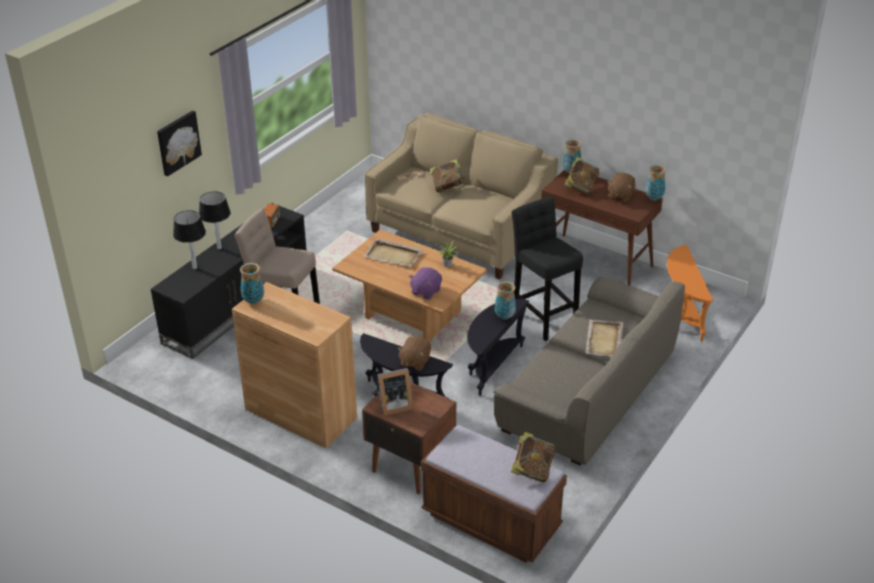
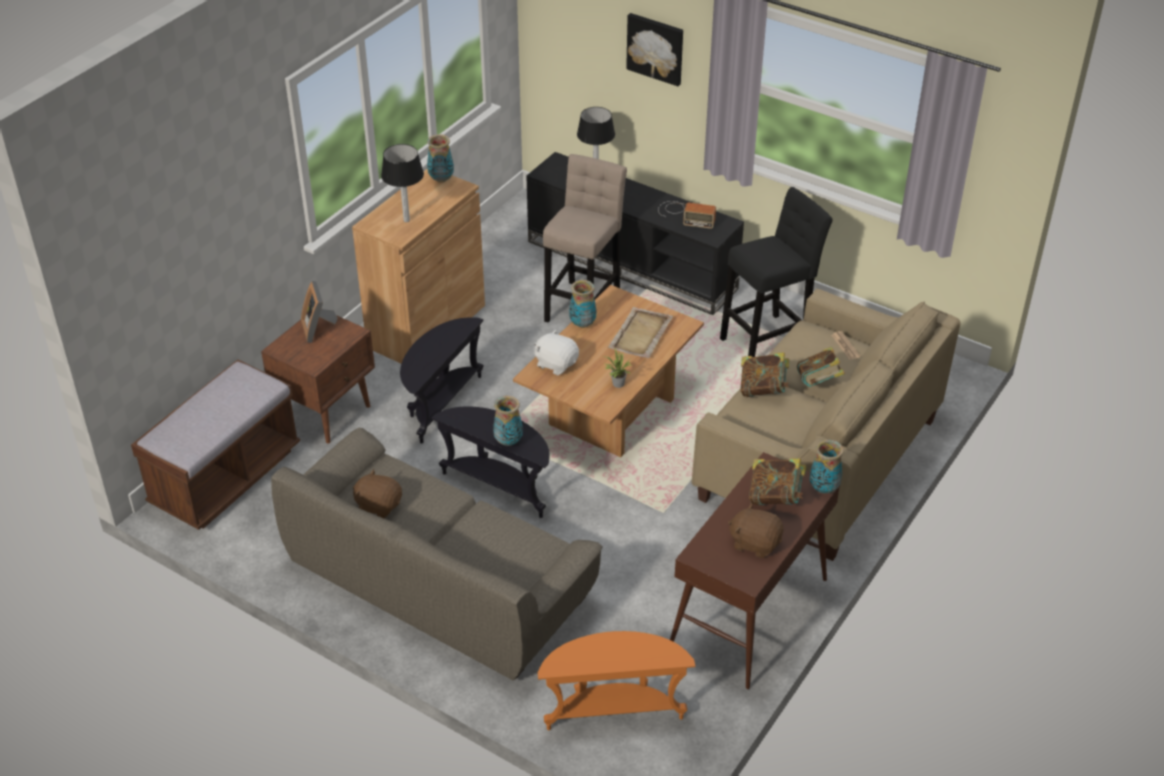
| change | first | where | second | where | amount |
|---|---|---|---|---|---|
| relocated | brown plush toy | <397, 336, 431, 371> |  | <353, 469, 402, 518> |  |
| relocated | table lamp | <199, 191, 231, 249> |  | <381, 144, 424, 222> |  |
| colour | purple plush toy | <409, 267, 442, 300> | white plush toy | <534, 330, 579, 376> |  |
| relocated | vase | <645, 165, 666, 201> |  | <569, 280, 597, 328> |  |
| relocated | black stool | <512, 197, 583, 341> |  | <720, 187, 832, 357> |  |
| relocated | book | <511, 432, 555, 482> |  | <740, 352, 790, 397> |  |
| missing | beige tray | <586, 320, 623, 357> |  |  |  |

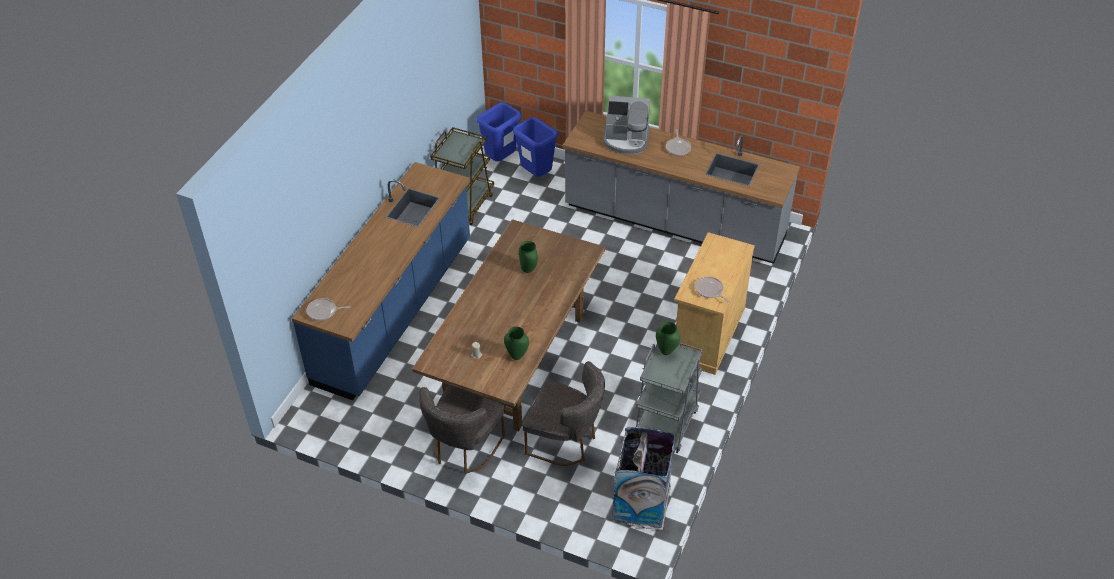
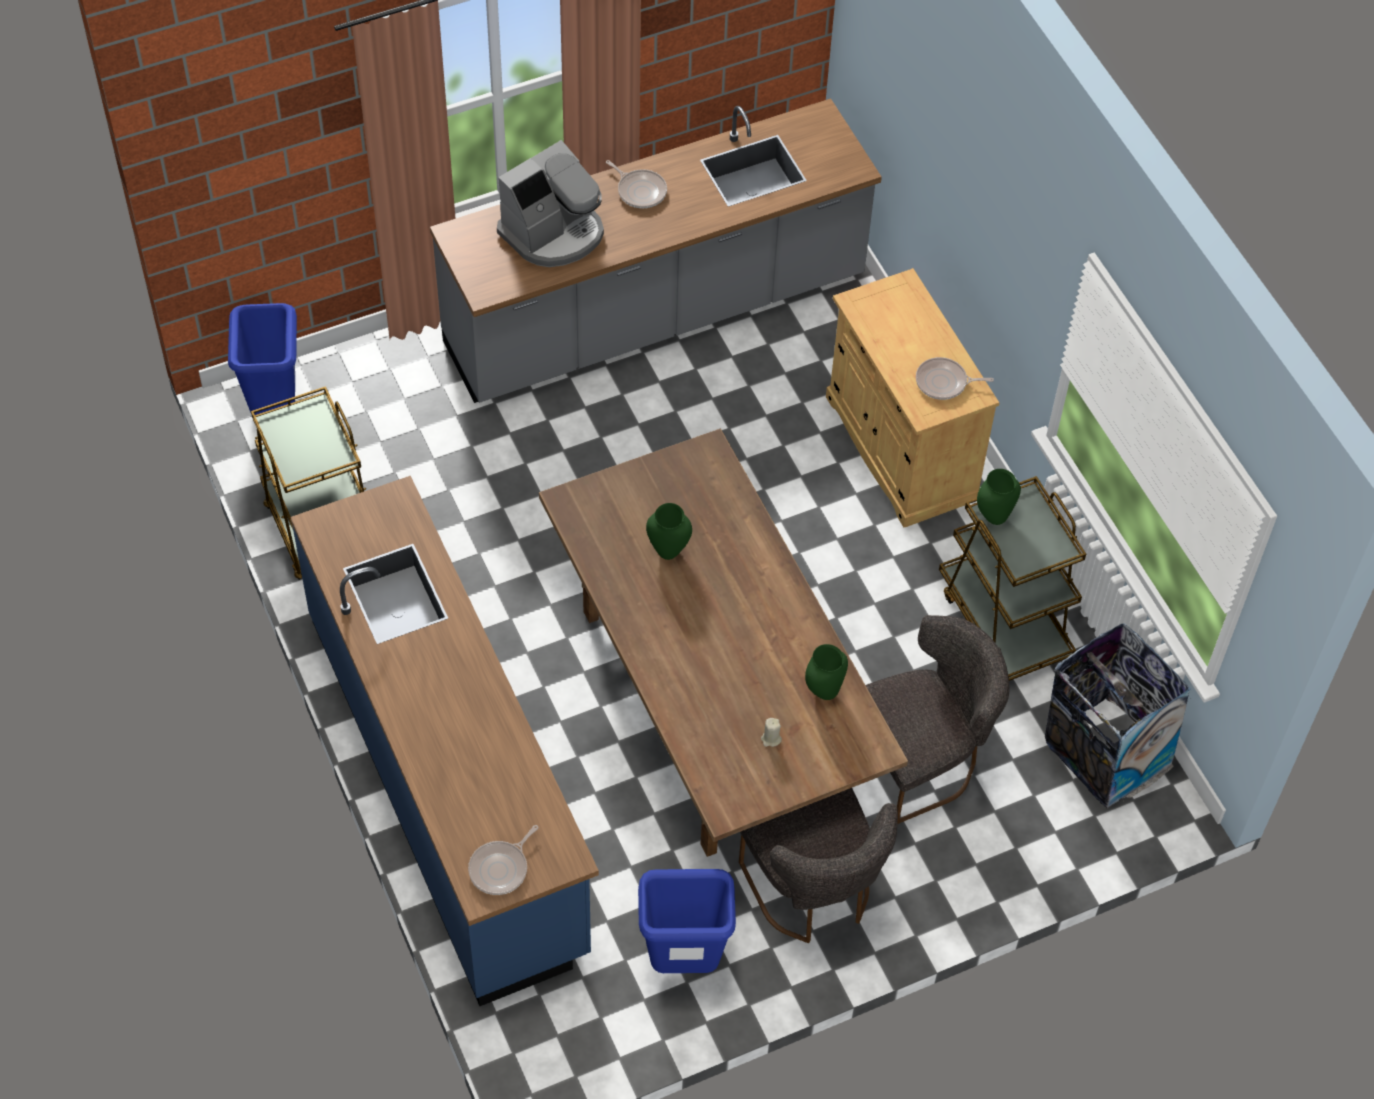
| change | first | where | second | where | amount |
|---|---|---|---|---|---|
| relocated | blue trash can | <513, 117, 558, 177> |  | <638, 869, 736, 973> |  |
| colour | grey cart | <636, 343, 703, 455> | brown cart | <939, 476, 1086, 681> |  |

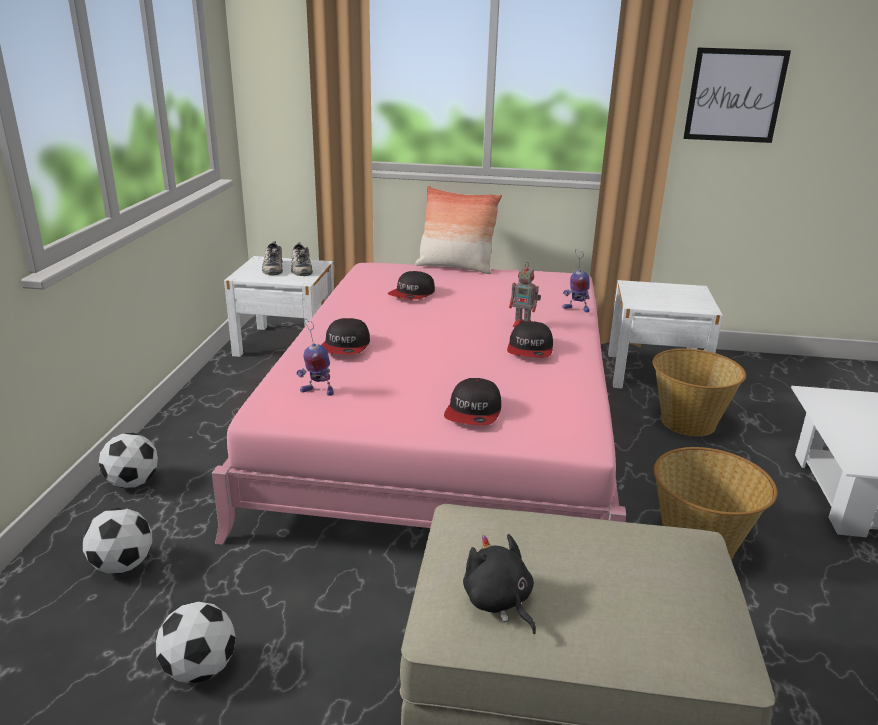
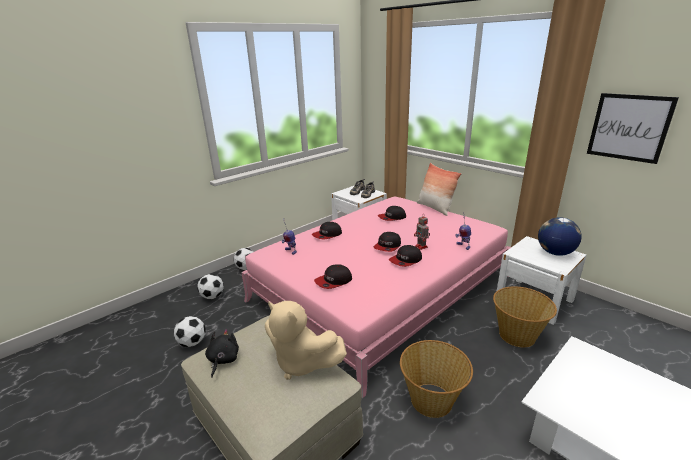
| change | first | where | second | where | amount |
|---|---|---|---|---|---|
| appeared |  |  | beige plush toy | <265, 301, 347, 380> |  |
| appeared |  |  | cap | <374, 232, 401, 252> |  |
| appeared |  |  | globe | <538, 217, 582, 256> |  |

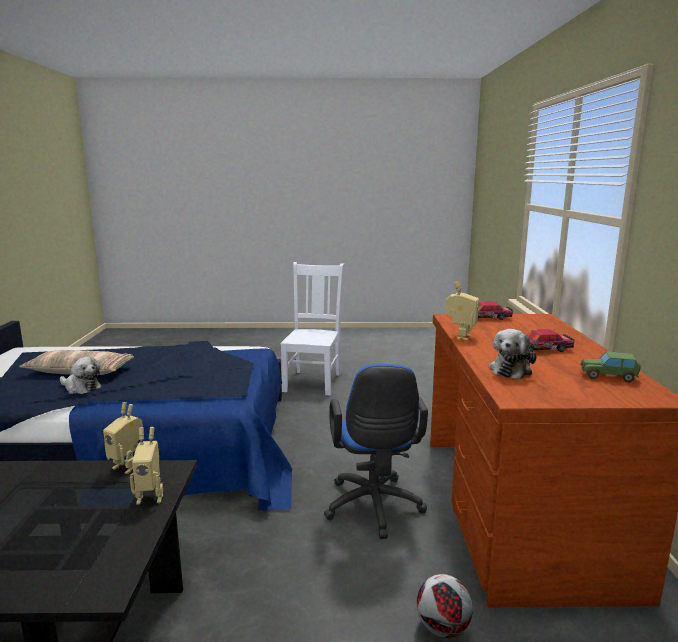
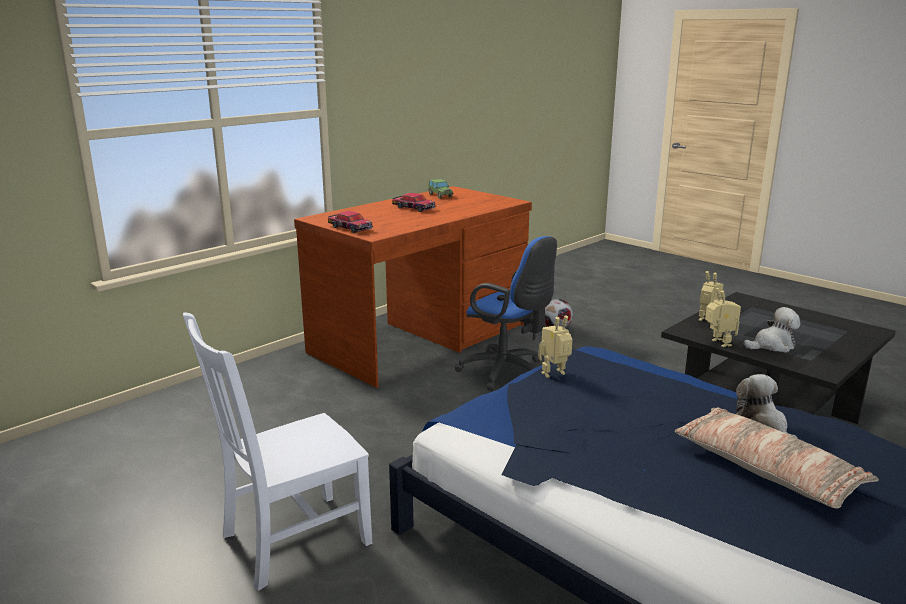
| change | first | where | second | where | amount |
|---|---|---|---|---|---|
| spun | blue office chair | <324, 363, 428, 539> |  | <455, 236, 557, 391> | 90 degrees clockwise |
| relocated | toy robot | <445, 280, 479, 340> |  | <539, 315, 572, 378> |  |
| relocated | plush toy | <489, 329, 537, 380> |  | <744, 307, 800, 353> |  |

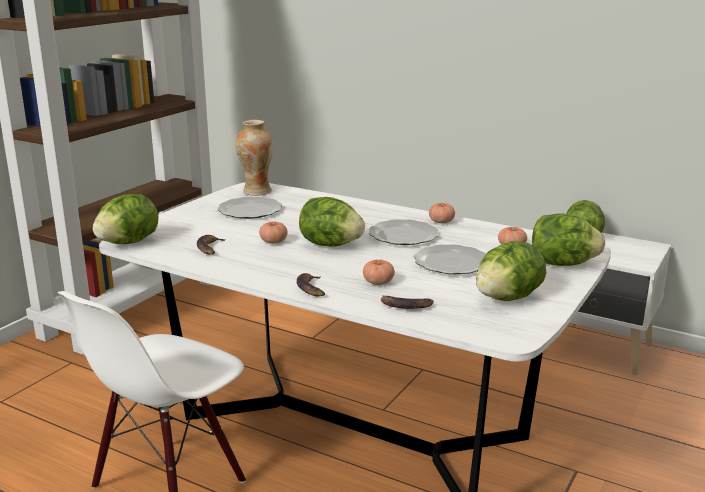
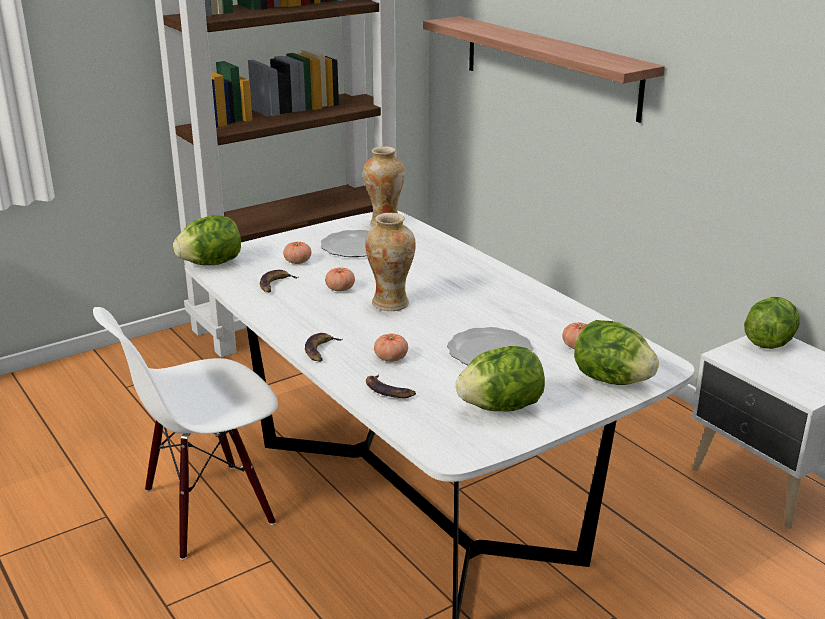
| change | first | where | second | where | amount |
|---|---|---|---|---|---|
| relocated | tomato | <429, 203, 455, 223> |  | <283, 242, 312, 264> |  |
| exchanged | lettuce | <299, 197, 365, 246> | vase | <365, 213, 416, 311> |  |
| appeared |  |  | shelf | <423, 16, 665, 123> |  |
| missing | plate | <369, 219, 439, 245> |  |  |  |

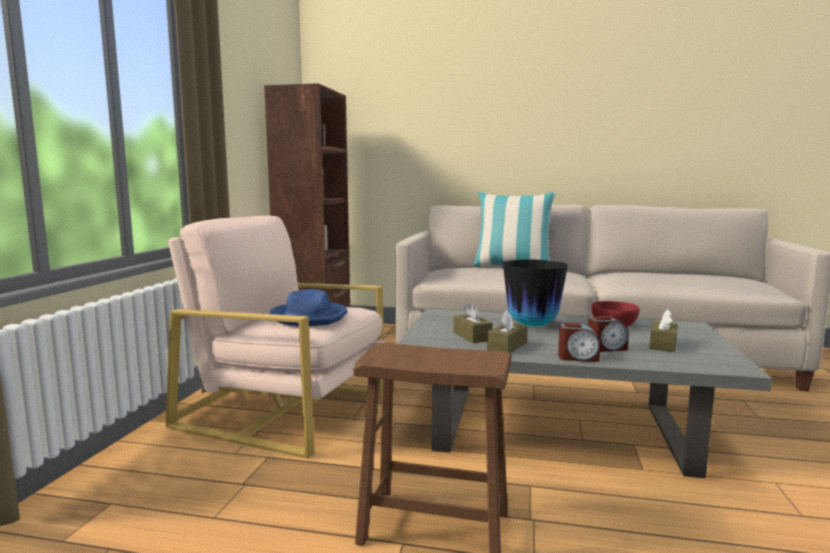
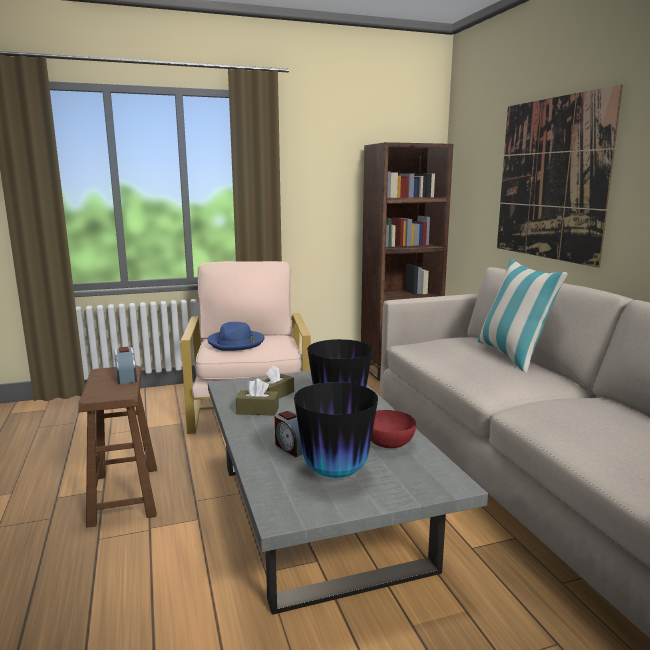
| change | first | where | second | where | amount |
|---|---|---|---|---|---|
| relocated | alarm clock | <558, 323, 600, 362> |  | <114, 347, 137, 384> |  |
| exchanged | brown tissue box | <649, 309, 677, 352> | vase | <294, 382, 378, 478> |  |
| appeared |  |  | picture | <497, 84, 623, 268> |  |

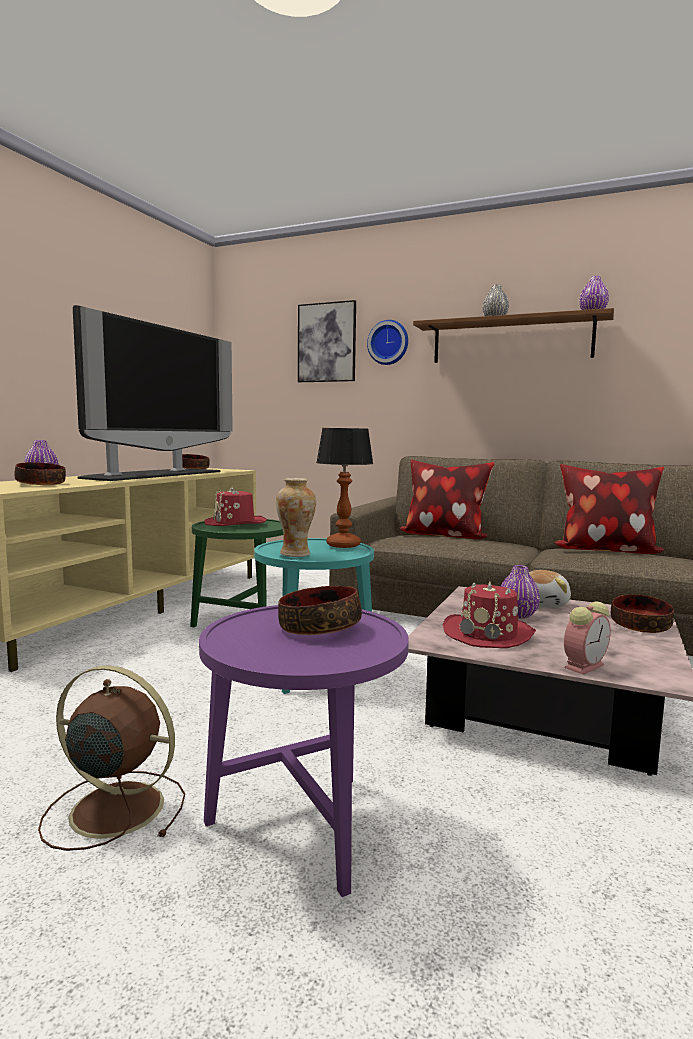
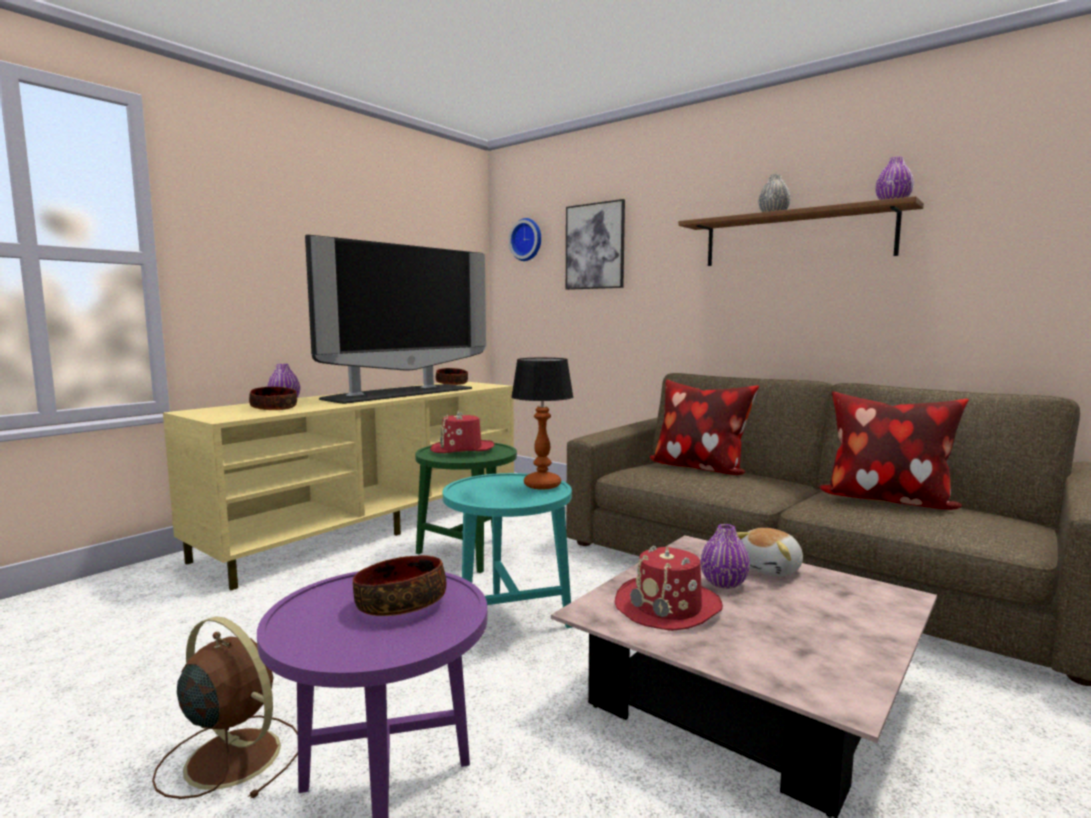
| change | first | where | second | where | amount |
|---|---|---|---|---|---|
| relocated | wall clock | <367, 320, 408, 365> |  | <508, 218, 541, 261> |  |
| missing | vase | <276, 478, 316, 557> |  |  |  |
| missing | alarm clock | <564, 601, 611, 675> |  |  |  |
| missing | bowl | <611, 594, 674, 633> |  |  |  |

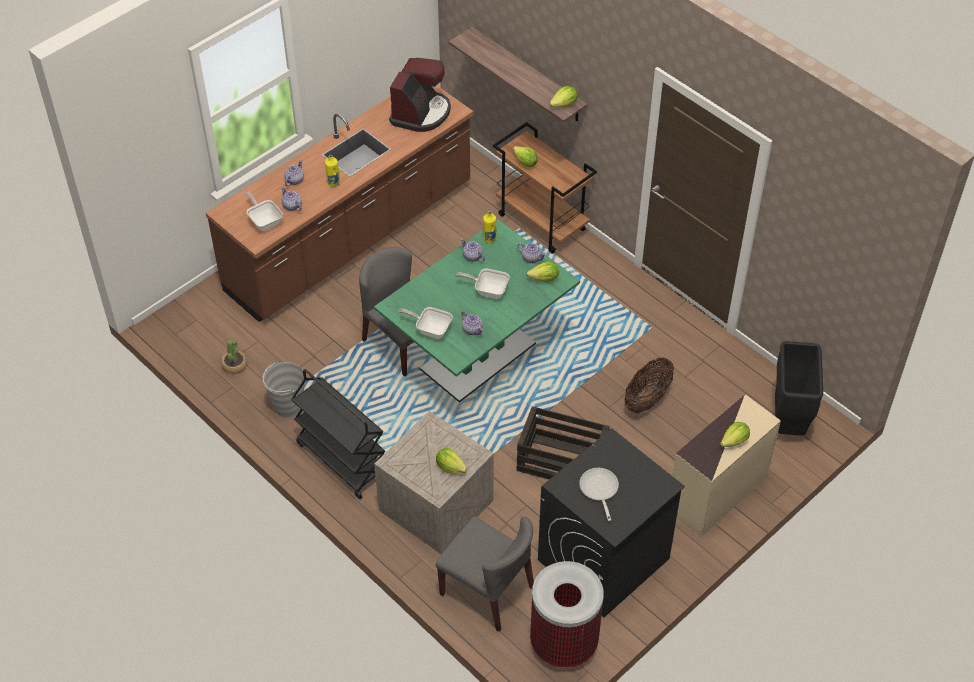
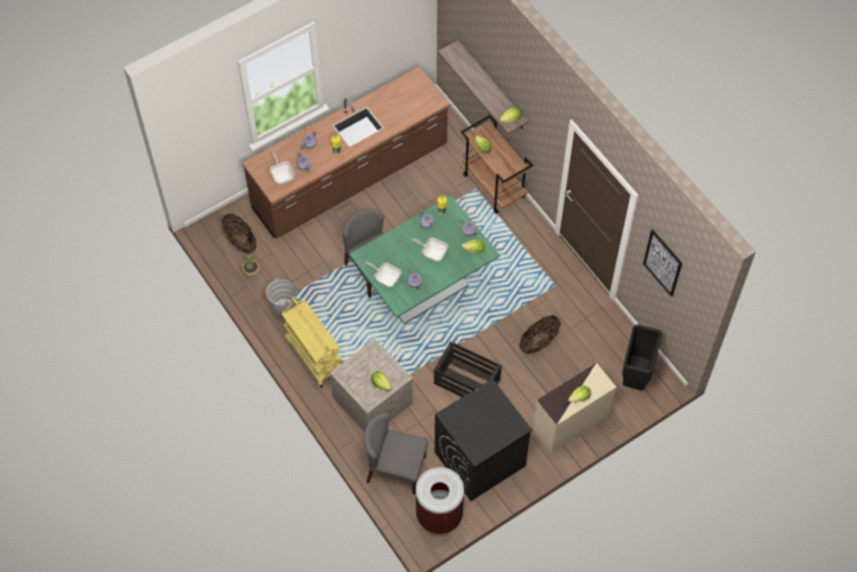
| change | first | where | second | where | amount |
|---|---|---|---|---|---|
| appeared |  |  | basket | <222, 213, 256, 254> |  |
| colour | black cart | <291, 369, 385, 499> | yellow cart | <282, 297, 342, 388> |  |
| spun | grey chair | <436, 516, 534, 632> |  | <364, 413, 428, 494> | 150 degrees clockwise |
| appeared |  |  | picture | <643, 229, 682, 297> |  |
| missing | coffee machine | <389, 58, 451, 132> |  |  |  |
| missing | frying pan | <579, 468, 619, 521> |  |  |  |

